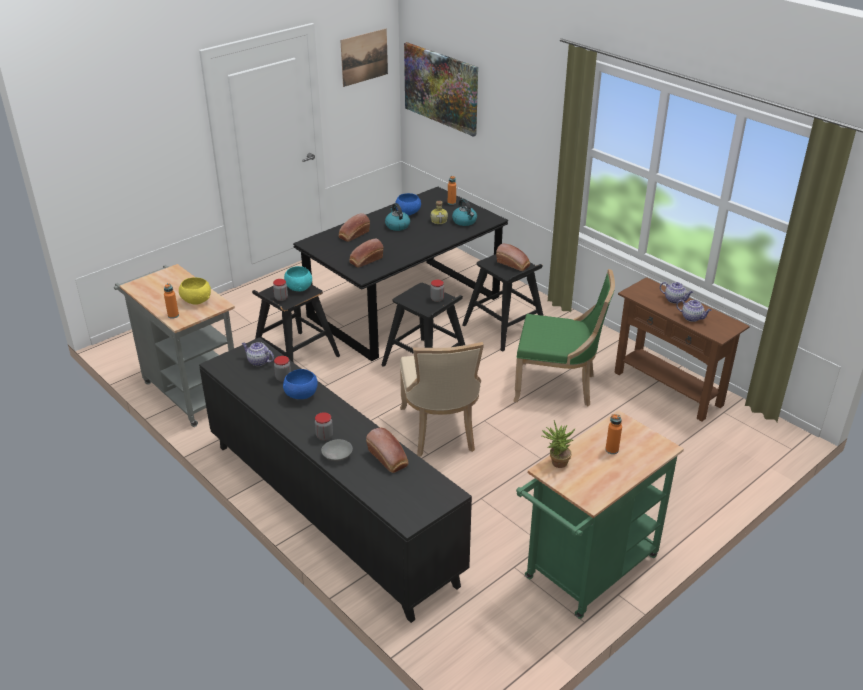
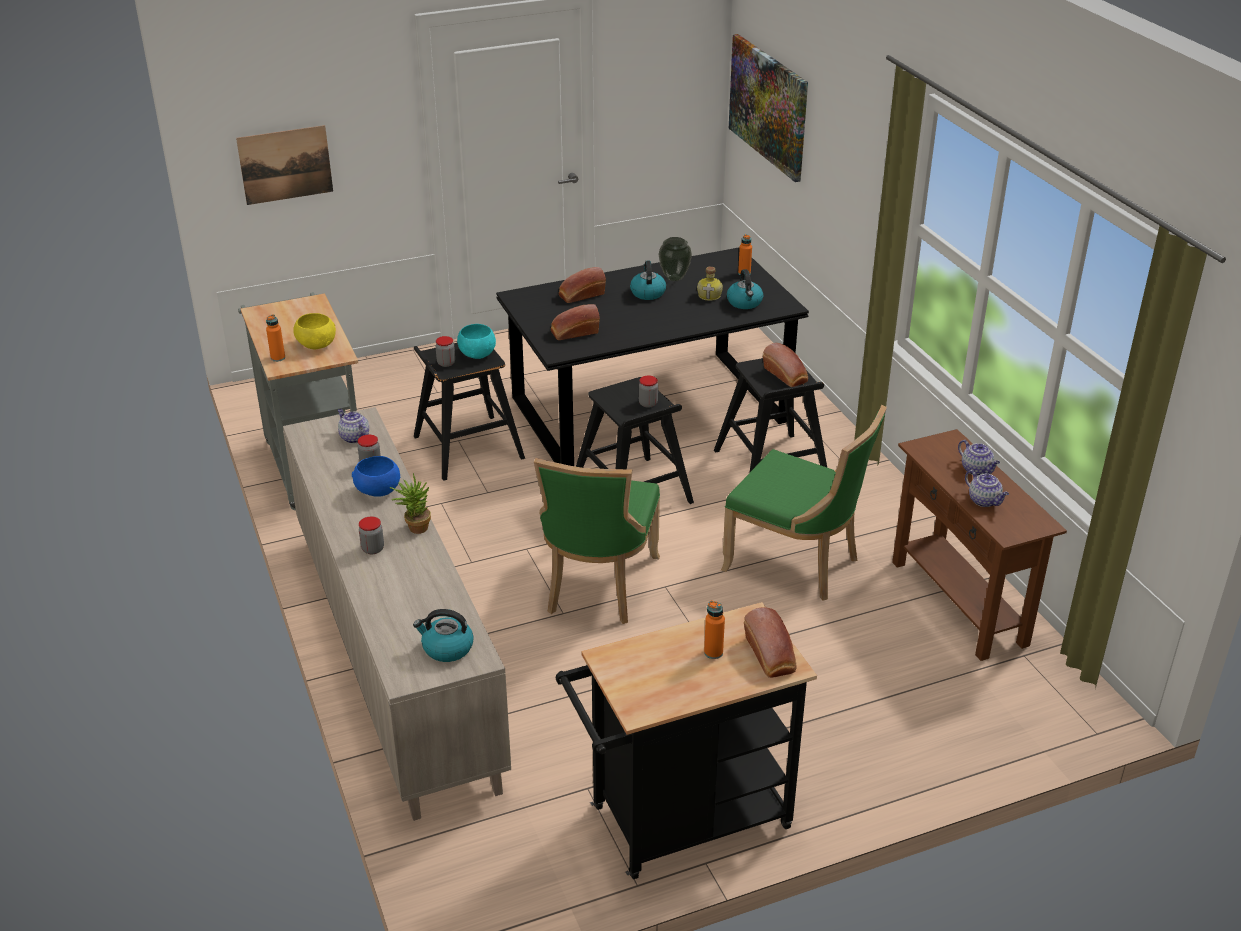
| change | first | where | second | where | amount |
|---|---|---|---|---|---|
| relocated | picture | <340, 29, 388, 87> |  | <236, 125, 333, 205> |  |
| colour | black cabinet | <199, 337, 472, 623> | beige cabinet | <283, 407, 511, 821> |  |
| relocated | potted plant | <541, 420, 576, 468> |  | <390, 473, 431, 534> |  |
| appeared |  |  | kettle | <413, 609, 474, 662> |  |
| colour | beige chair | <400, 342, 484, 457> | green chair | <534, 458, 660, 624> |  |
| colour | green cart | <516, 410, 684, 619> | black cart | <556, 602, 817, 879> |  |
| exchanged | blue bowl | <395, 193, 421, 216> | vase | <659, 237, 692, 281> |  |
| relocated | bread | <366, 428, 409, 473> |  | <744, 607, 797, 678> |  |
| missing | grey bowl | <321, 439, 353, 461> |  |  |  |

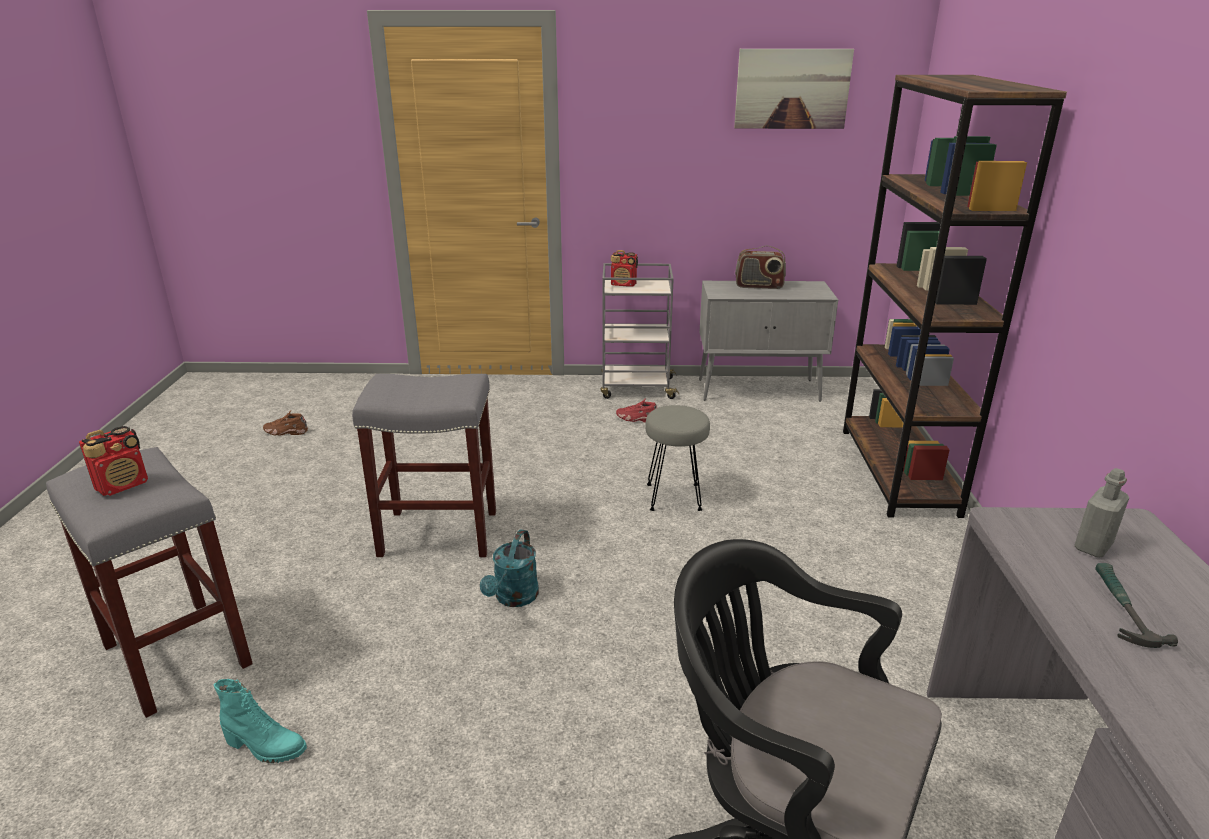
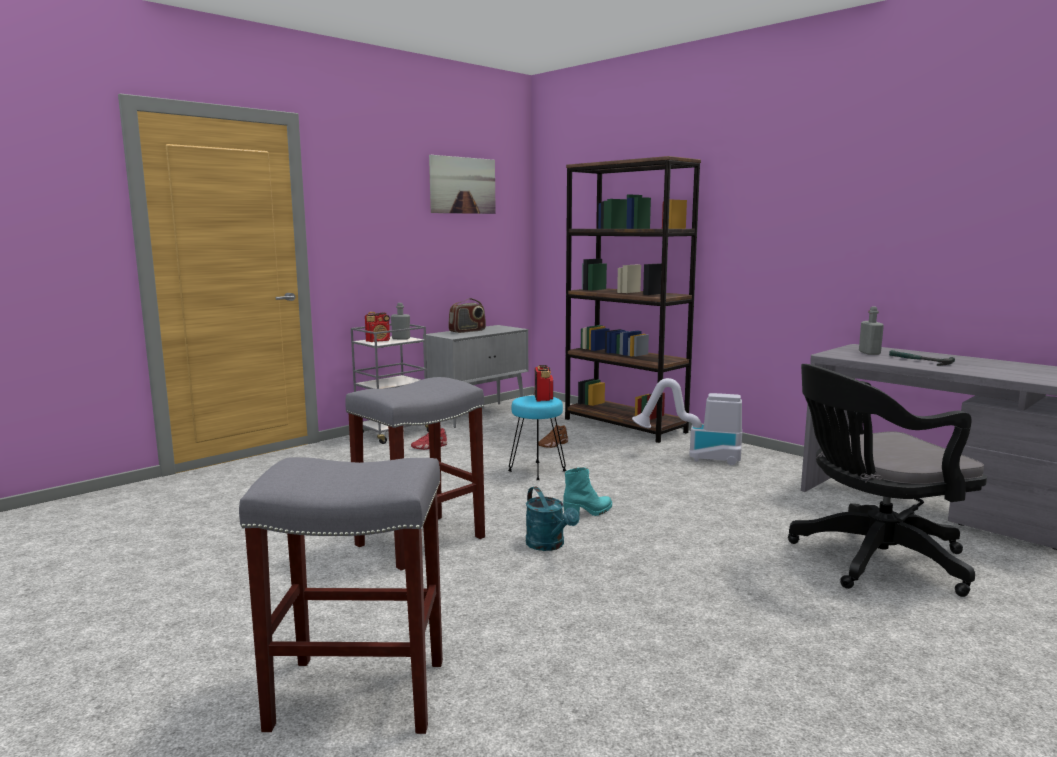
| change | first | where | second | where | amount |
|---|---|---|---|---|---|
| appeared |  |  | grey bottle | <391, 303, 410, 340> |  |
| colour | grey stool | <645, 405, 710, 511> | turquoise stool | <508, 395, 567, 480> |  |
| relocated | radio | <79, 426, 148, 496> |  | <534, 365, 553, 401> |  |
| relocated | brown shoe | <263, 410, 308, 436> |  | <539, 425, 568, 448> |  |
| relocated | turquoise boot | <214, 679, 307, 763> |  | <563, 467, 612, 516> |  |
| appeared |  |  | vacuum cleaner | <632, 378, 742, 465> |  |

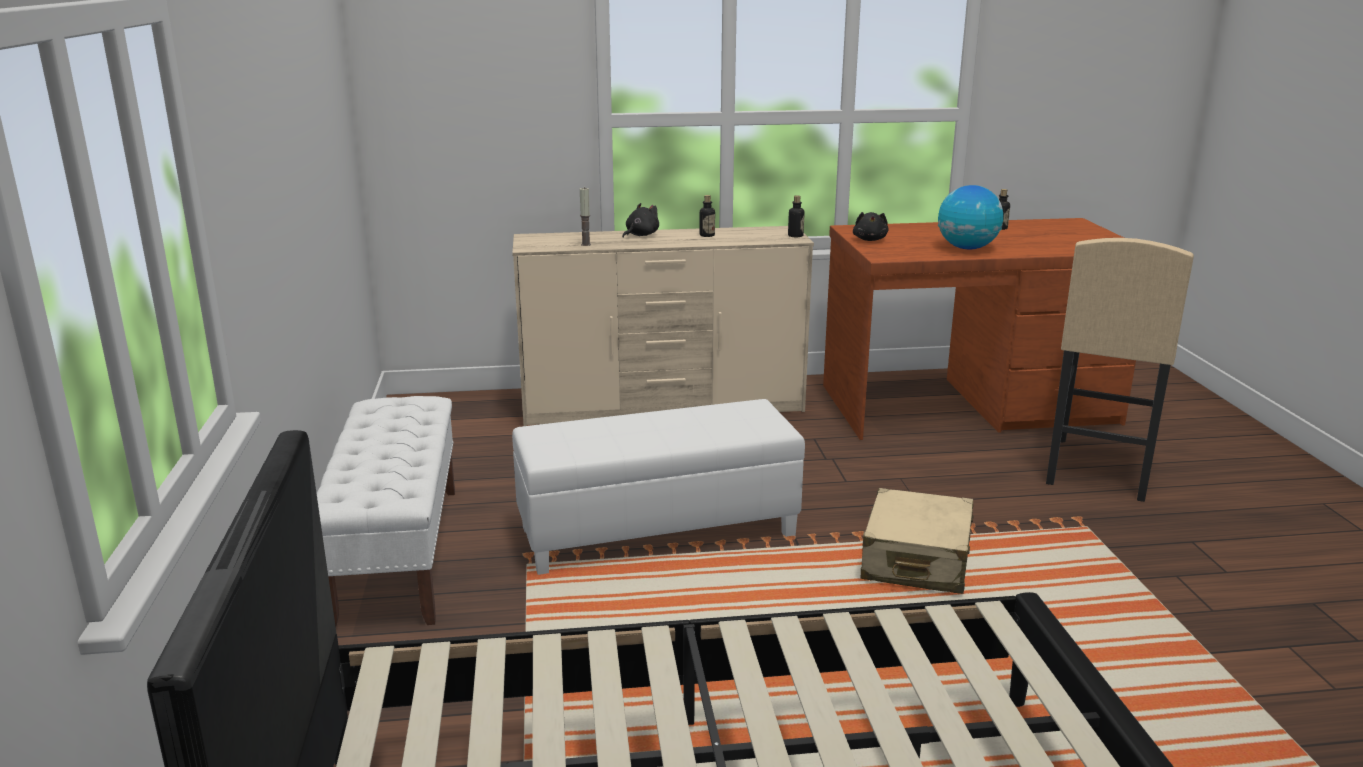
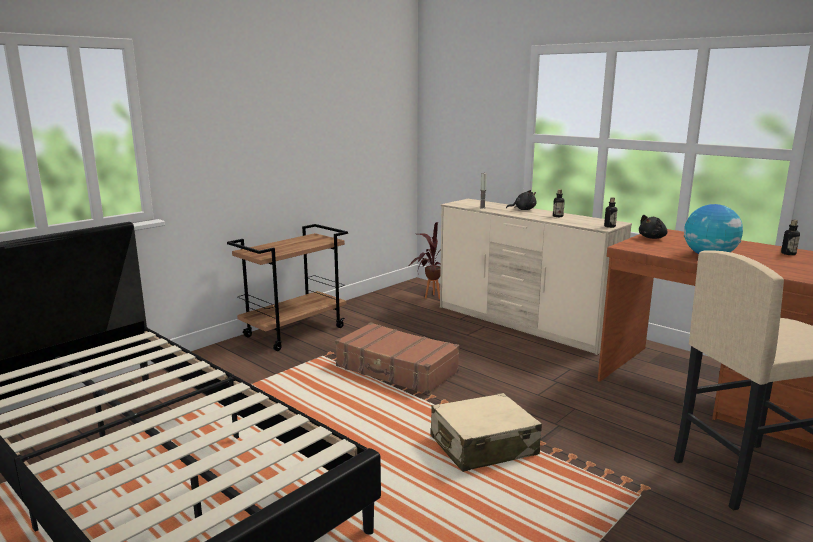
| change | first | where | second | where | amount |
|---|---|---|---|---|---|
| exchanged | white bench | <317, 396, 455, 626> | brown cart | <227, 224, 348, 351> |  |
| exchanged | white ottoman | <512, 399, 805, 575> | brown suitcase | <335, 322, 459, 394> |  |
| appeared |  |  | potted plant | <409, 222, 441, 299> |  |

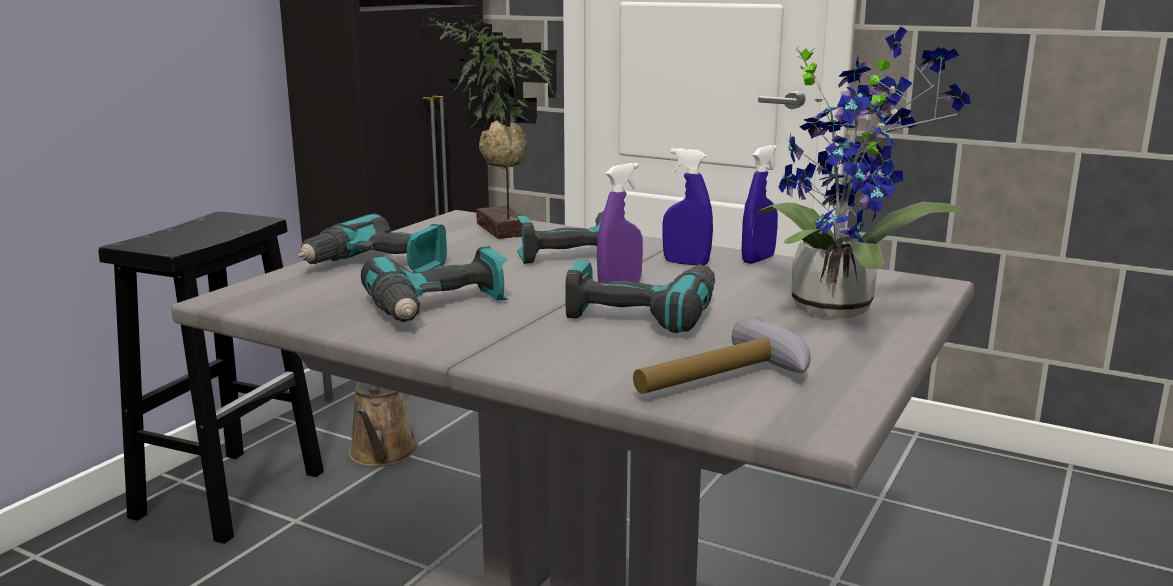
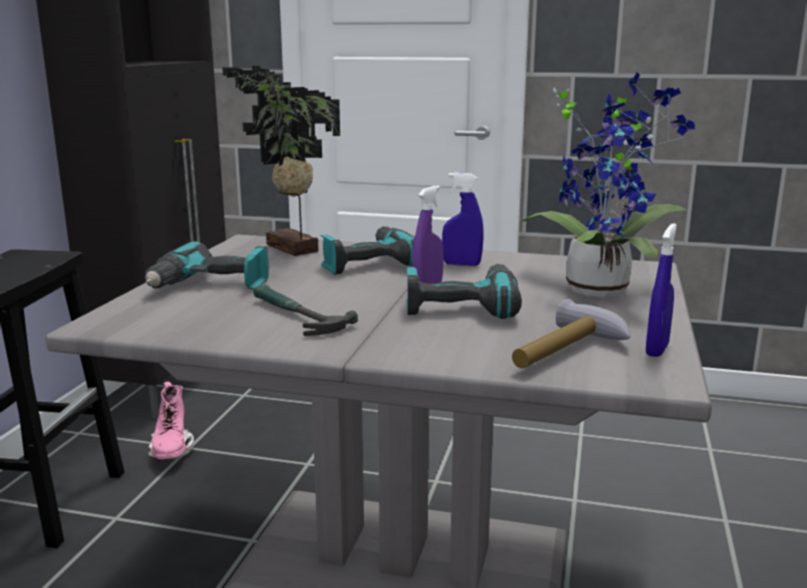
| change | first | where | second | where | amount |
|---|---|---|---|---|---|
| exchanged | brown watering can | <349, 382, 419, 467> | pink boot | <148, 382, 194, 460> |  |
| exchanged | power drill | <361, 246, 508, 322> | hammer | <253, 284, 358, 336> |  |
| relocated | blue spray bottle | <742, 145, 778, 264> |  | <646, 223, 677, 357> |  |

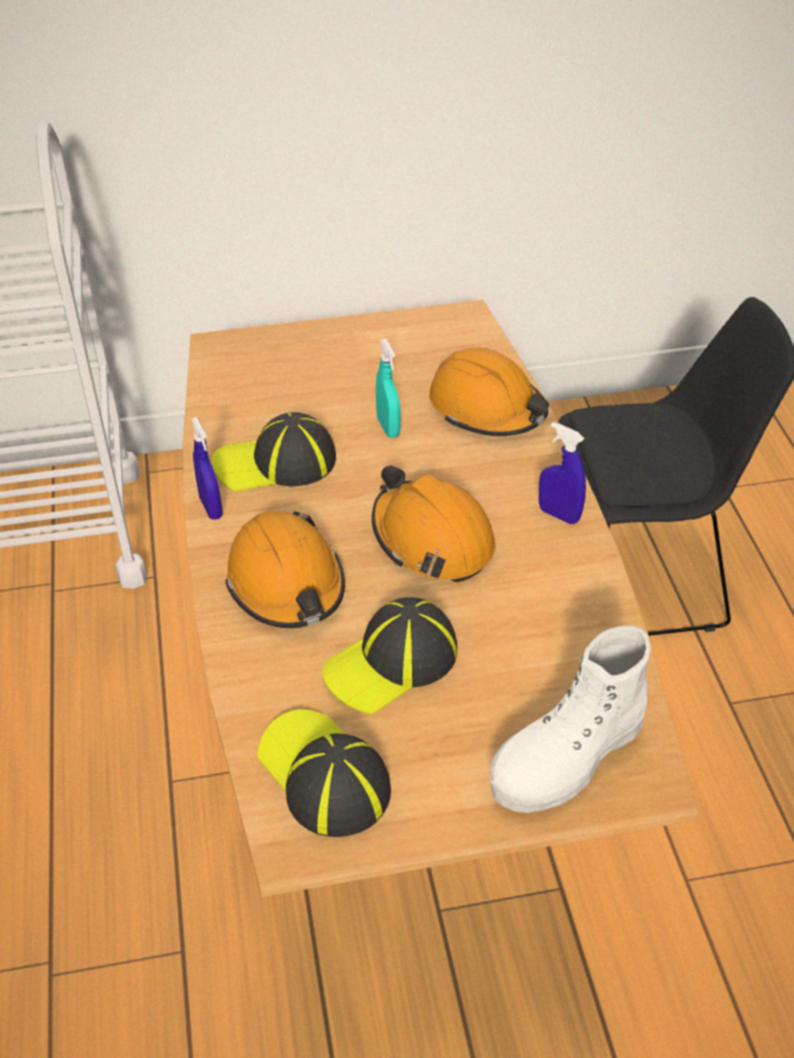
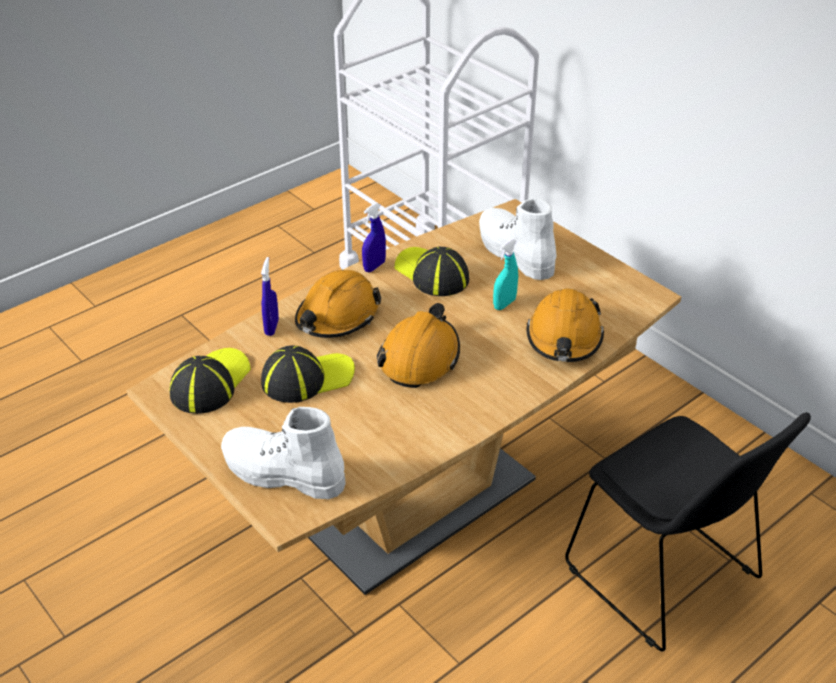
| change | first | where | second | where | amount |
|---|---|---|---|---|---|
| relocated | blue spray bottle | <539, 422, 586, 524> |  | <261, 257, 279, 336> |  |
| spun | cap | <322, 597, 457, 714> |  | <261, 345, 355, 403> | 135 degrees clockwise |
| appeared |  |  | white boot | <479, 198, 557, 280> |  |

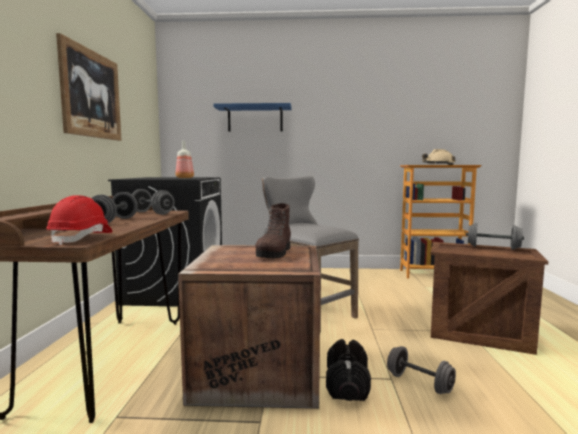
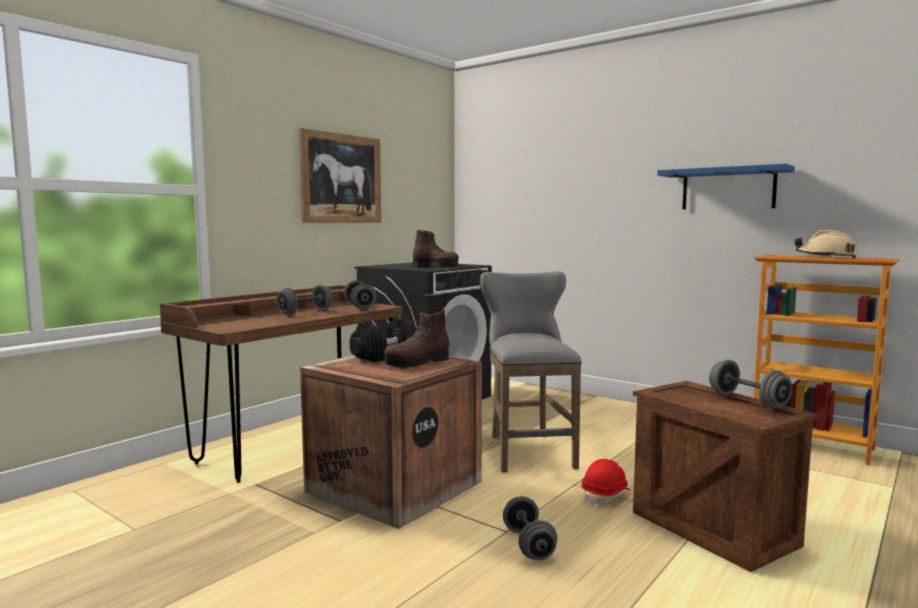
| change | first | where | second | where | amount |
|---|---|---|---|---|---|
| relocated | black dumbbell | <326, 339, 371, 401> |  | <350, 318, 417, 362> |  |
| exchanged | bottle | <176, 141, 194, 178> | brown boot | <413, 230, 459, 267> |  |
| relocated | red hard hat | <46, 195, 113, 245> |  | <581, 459, 630, 506> |  |
| relocated | blue shelf | <213, 103, 292, 132> |  | <657, 164, 795, 209> |  |

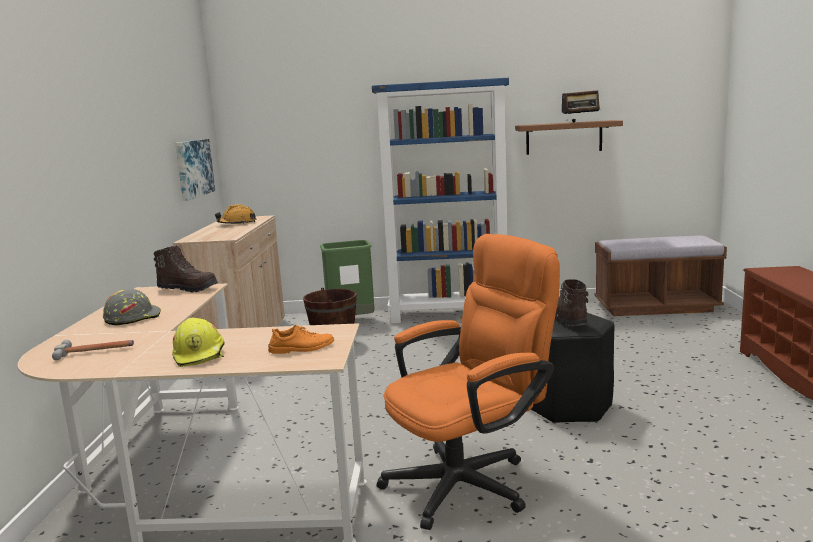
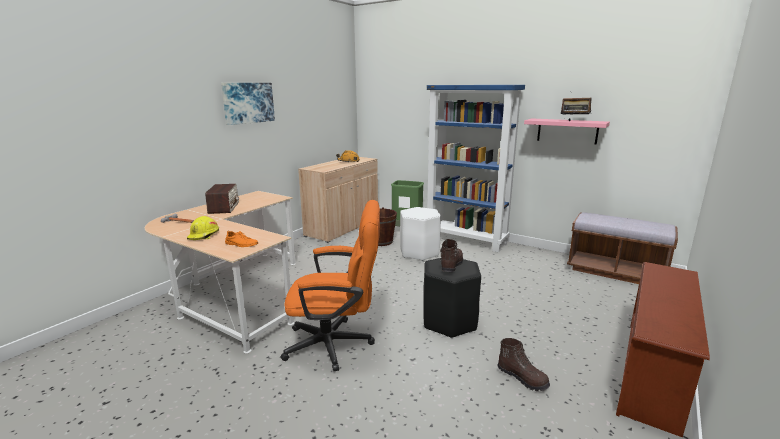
| change | first | where | second | where | amount |
|---|---|---|---|---|---|
| exchanged | grey hard hat | <103, 289, 161, 325> | radio | <205, 184, 239, 214> |  |
| relocated | picture | <175, 139, 215, 201> |  | <221, 83, 275, 125> |  |
| appeared |  |  | white stool | <400, 207, 441, 261> |  |
| relocated | brown boot | <154, 245, 218, 292> |  | <497, 338, 550, 391> |  |
| colour | brown shelf | <515, 120, 623, 155> | pink shelf | <524, 119, 610, 145> |  |

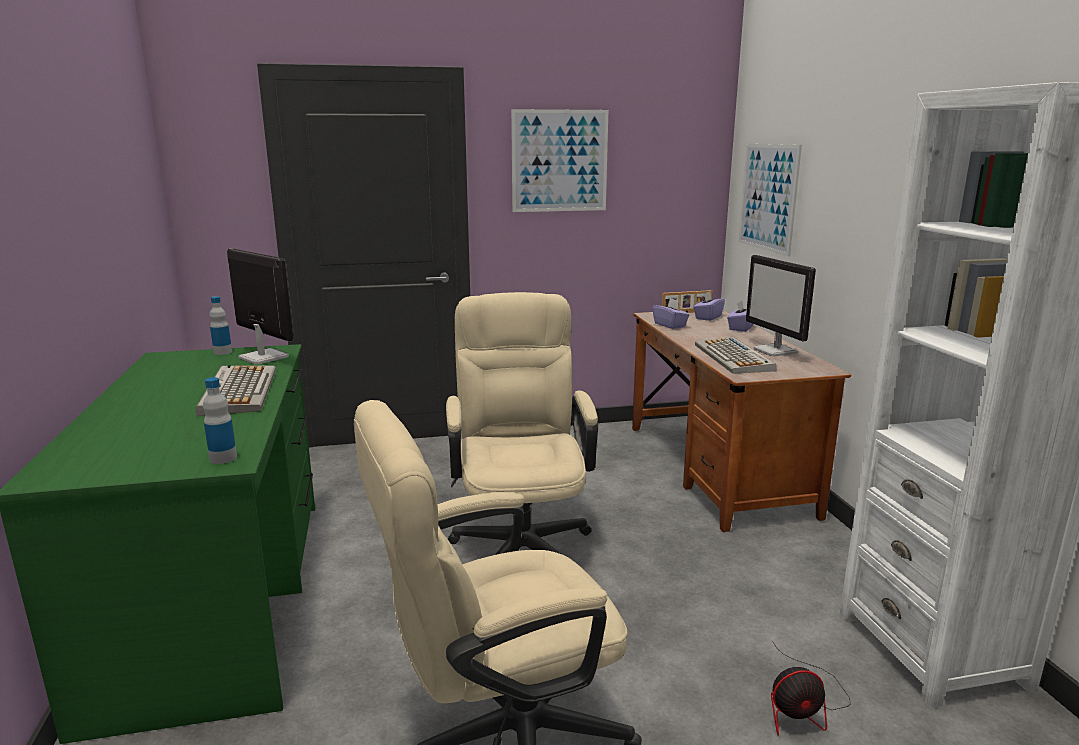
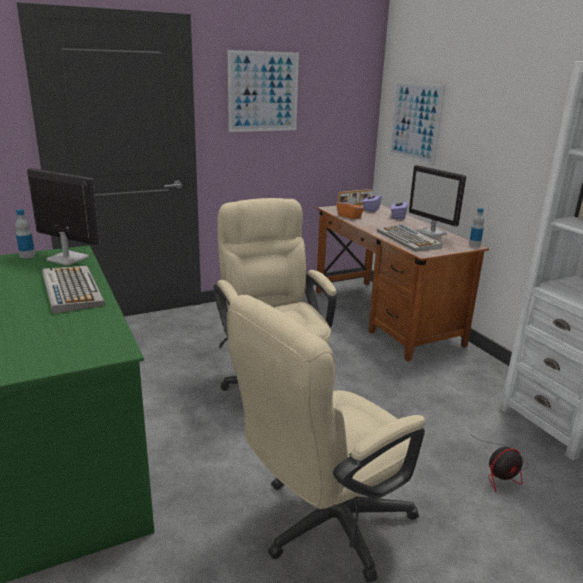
| change | first | where | second | where | amount |
|---|---|---|---|---|---|
| colour | purple tissue box | <652, 298, 690, 329> | orange tissue box | <336, 197, 364, 219> |  |
| relocated | bottle | <203, 377, 237, 464> |  | <469, 208, 484, 247> |  |

